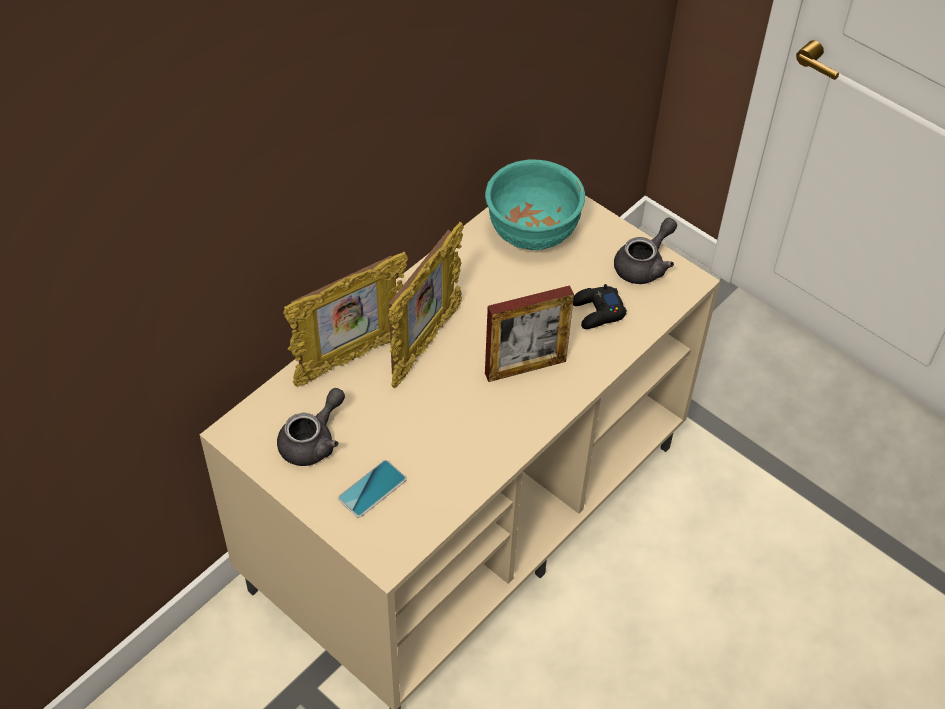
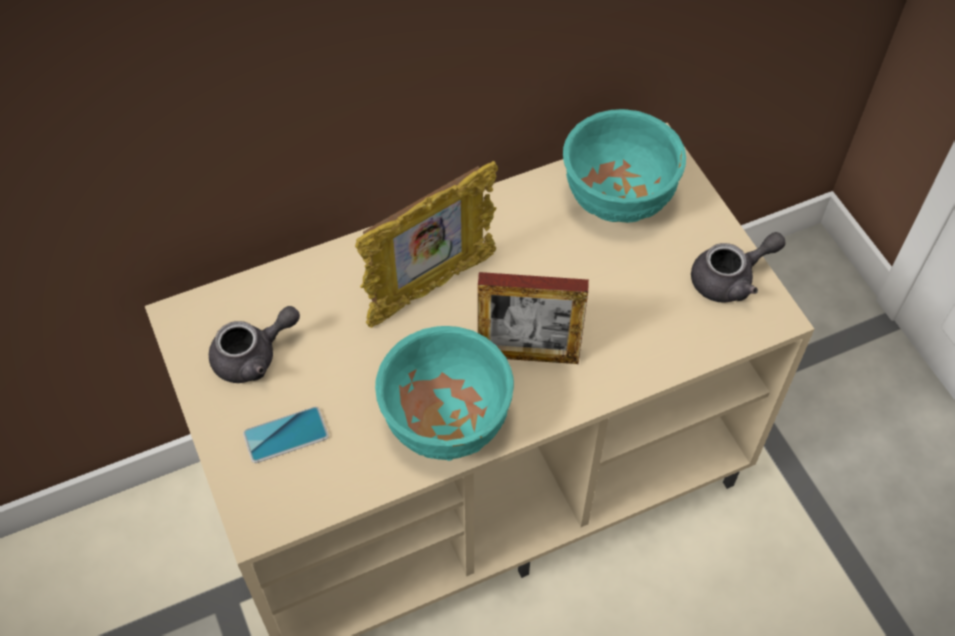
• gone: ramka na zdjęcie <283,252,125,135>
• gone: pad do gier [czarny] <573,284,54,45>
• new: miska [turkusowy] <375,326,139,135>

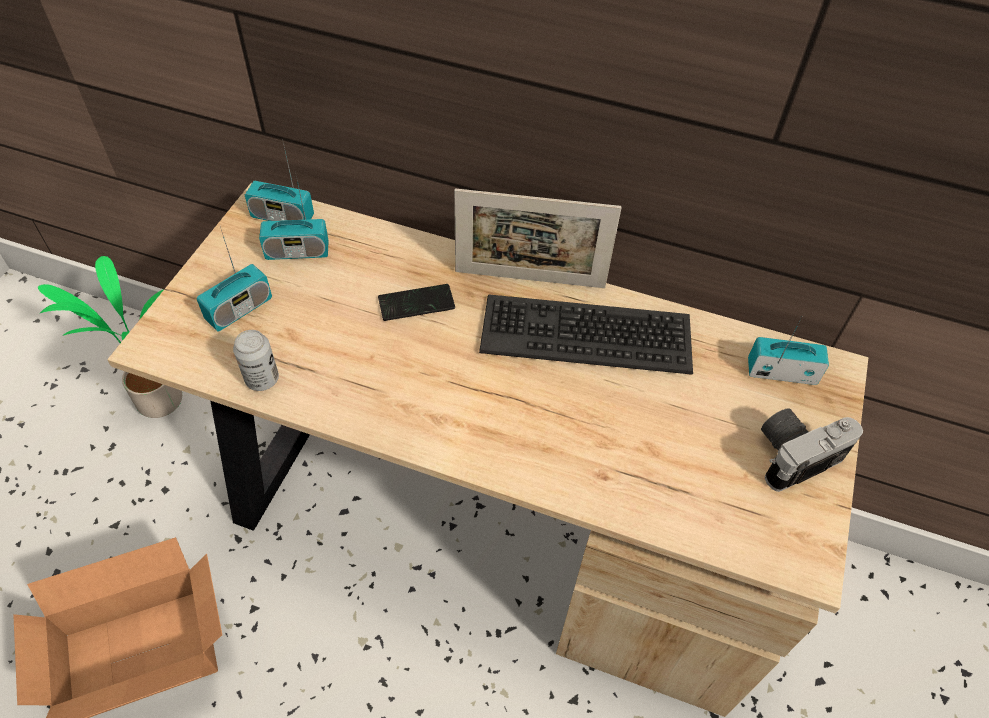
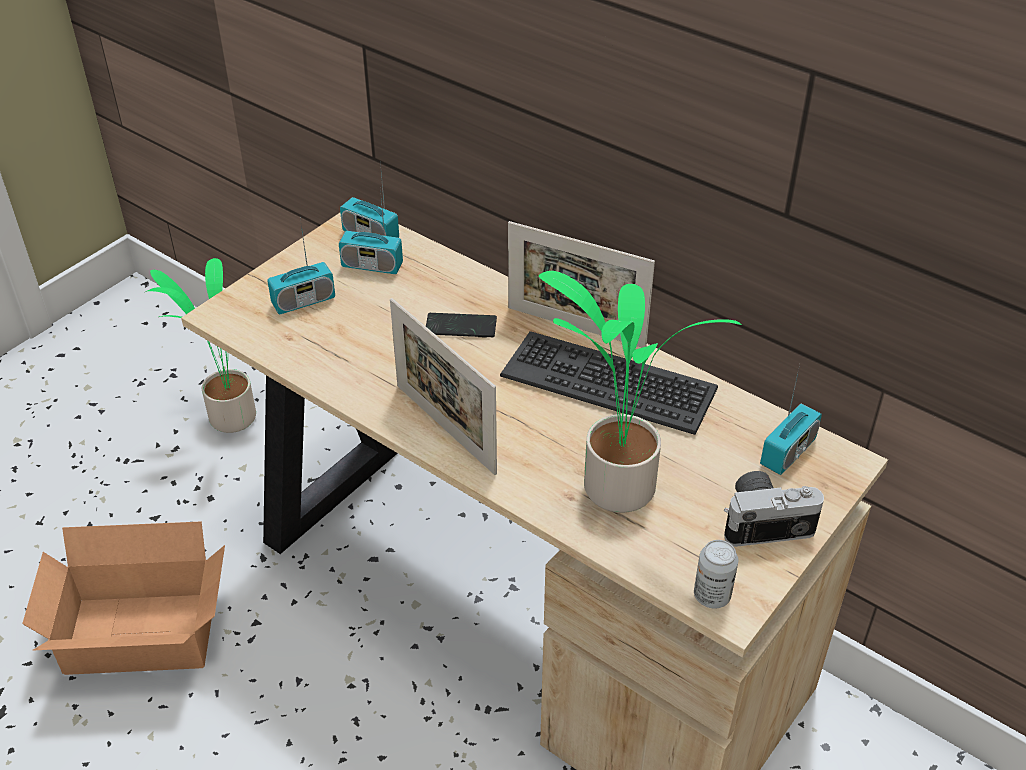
• rotated: radio <748,317,81,68> = <760,365,62,110> 105 degrees clockwise
• shifted: puszka <233,330,46,61> to <694,540,44,69>
• new: roślina doniczkowa <539,271,203,242>
• new: ramka na zdjęcie <390,298,107,177>

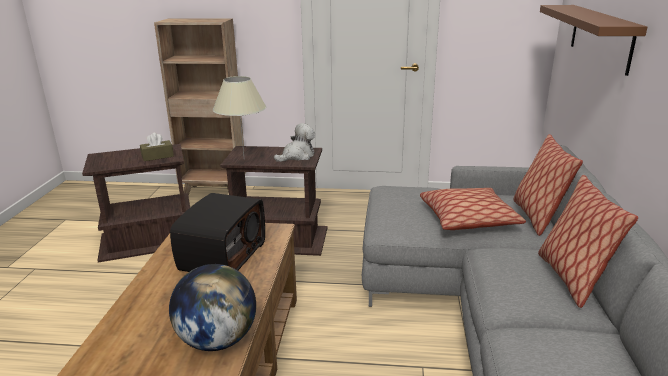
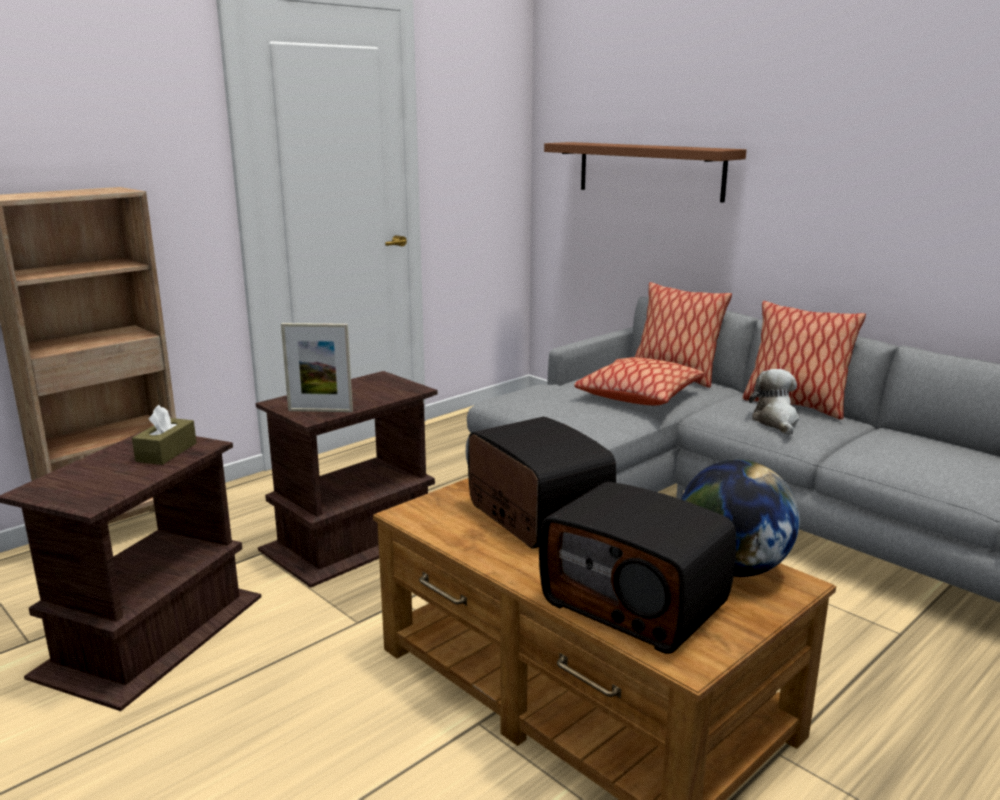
• swapped: lampa stołowa [beżowy] <213,76,53,79> to ramka na zdjęcie <281,323,72,89>
• shifted: pluszak <274,123,41,39> to <749,369,51,66>
• new: radio <539,482,197,172>

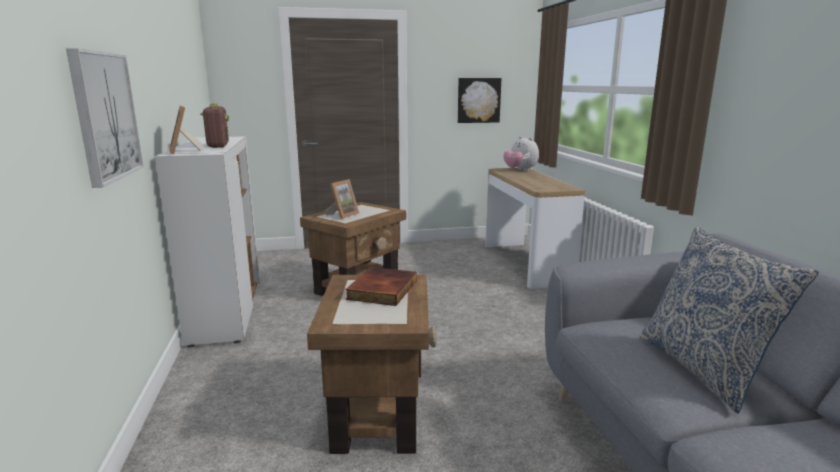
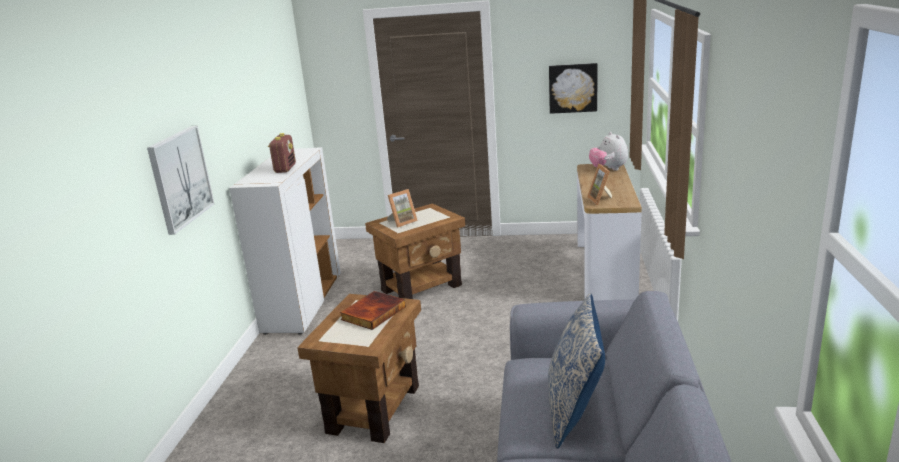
• shifted: ramka na zdjęcie <169,105,35,49> to <587,164,25,41>

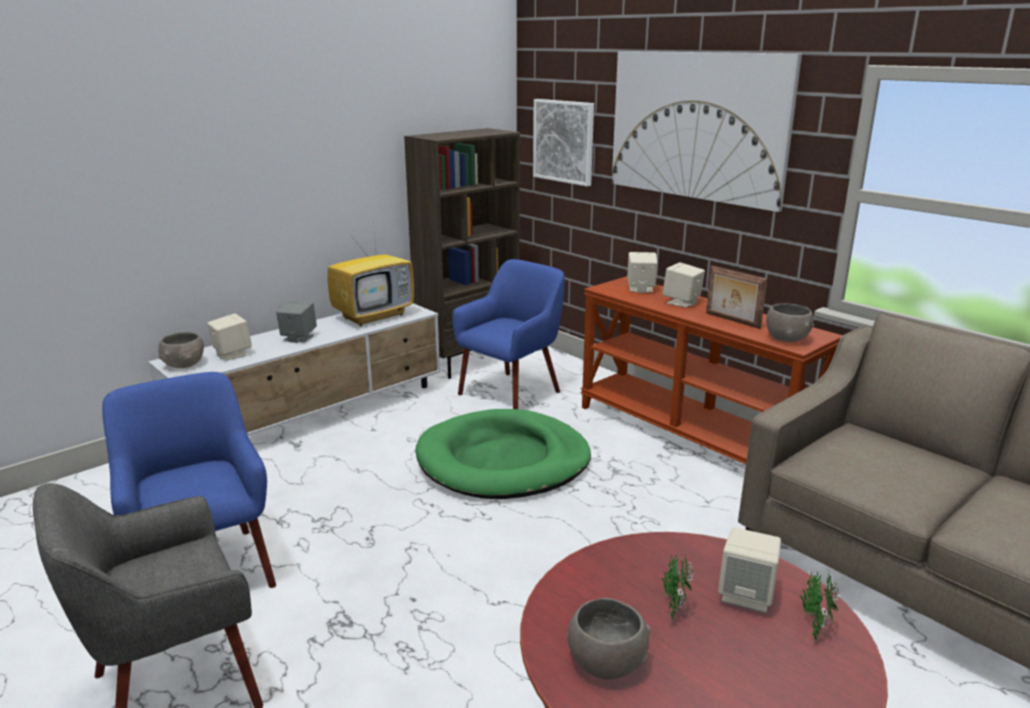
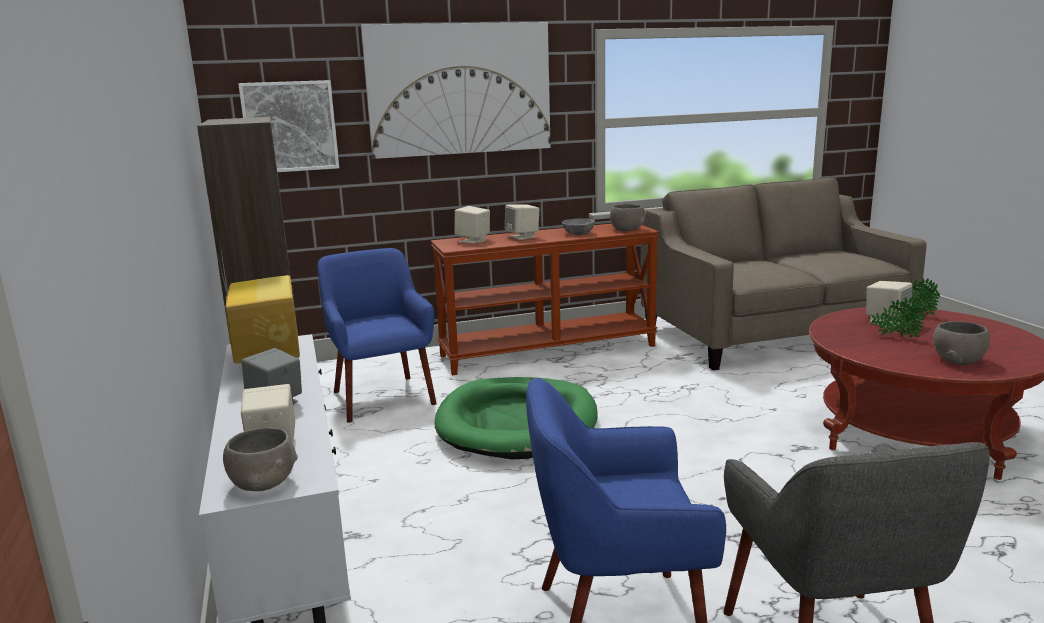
• swapped: ramka na zdjęcie <706,265,61,64> to miska [szary] <562,218,33,17>

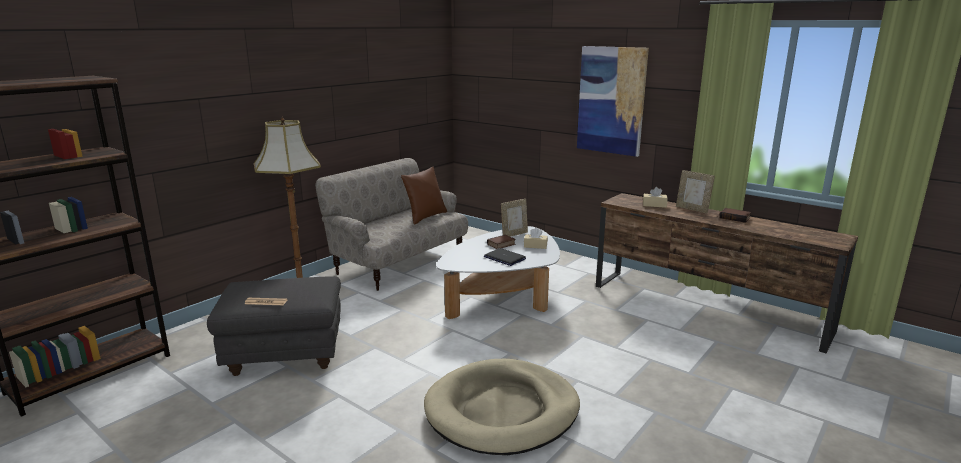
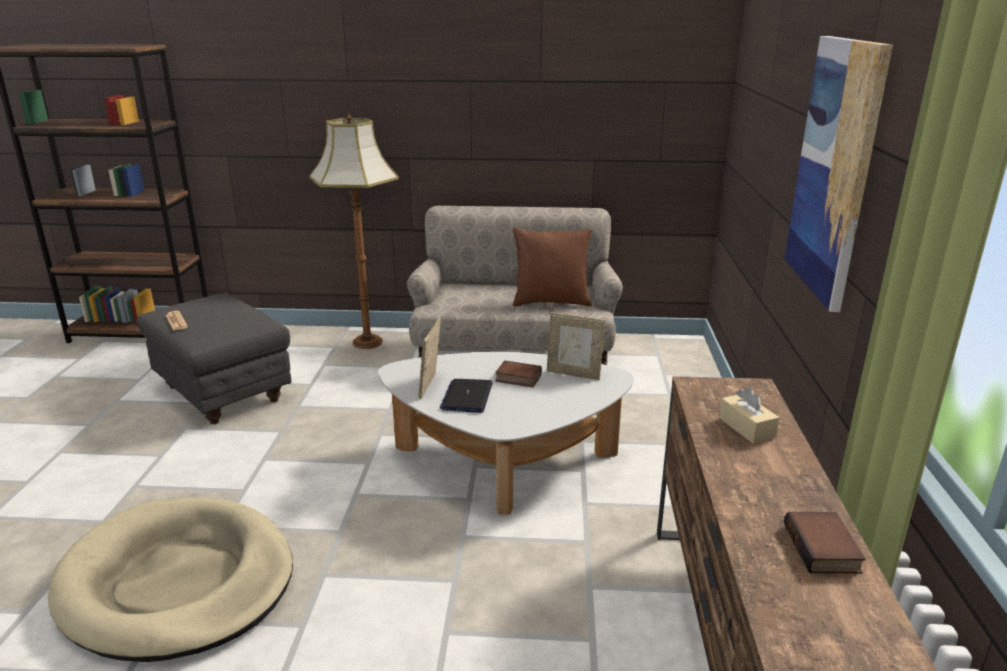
• shifted: ramka na zdjęcie <676,170,39,44> to <419,318,22,82>
• gone: pudełko chusteczek [beżowy] <524,228,24,21>

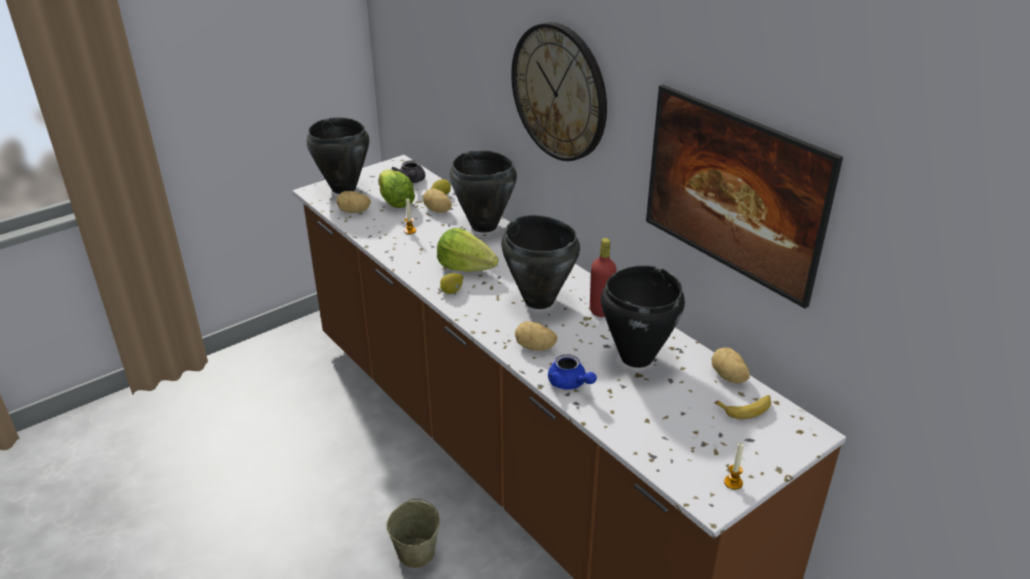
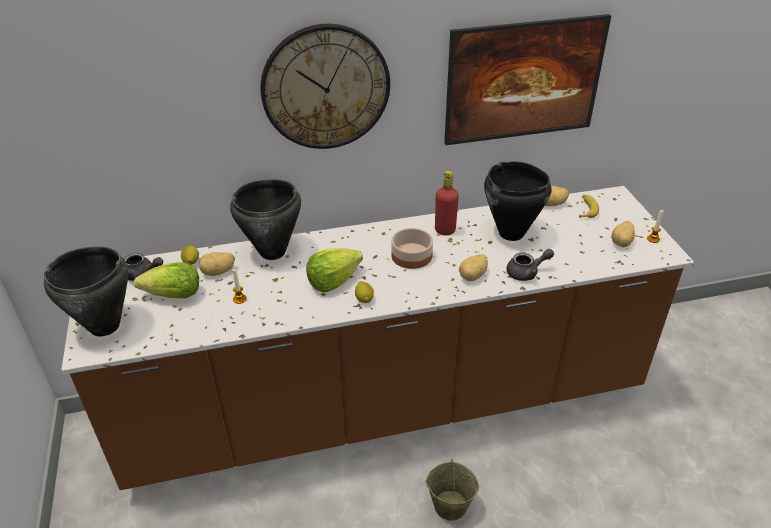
• shifted: ziemniak <336,191,35,22> to <611,221,24,27>
• swapped: garnek [czarny] <501,215,79,94> to miska <391,228,42,41>
• repainted: imbryk [niebieski] <548,354,49,36> to imbryk [szary] <506,249,48,32>

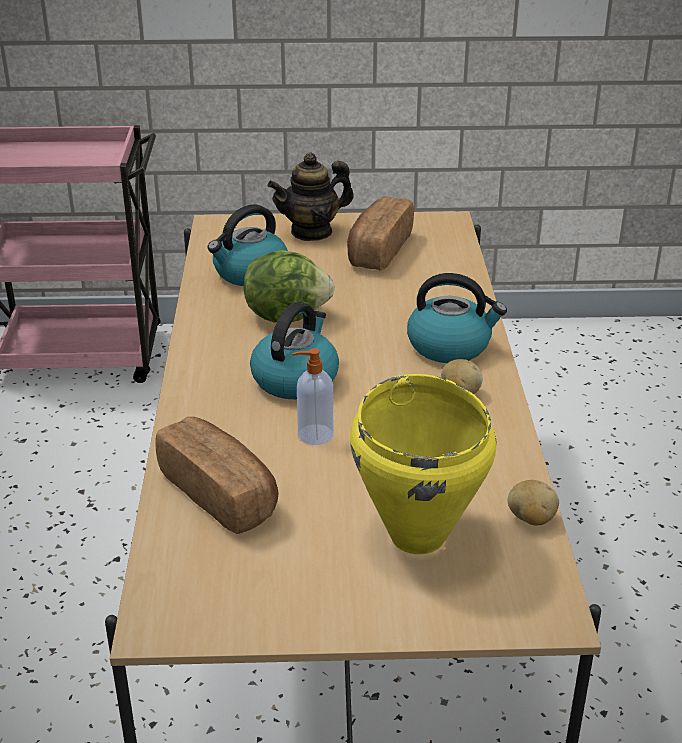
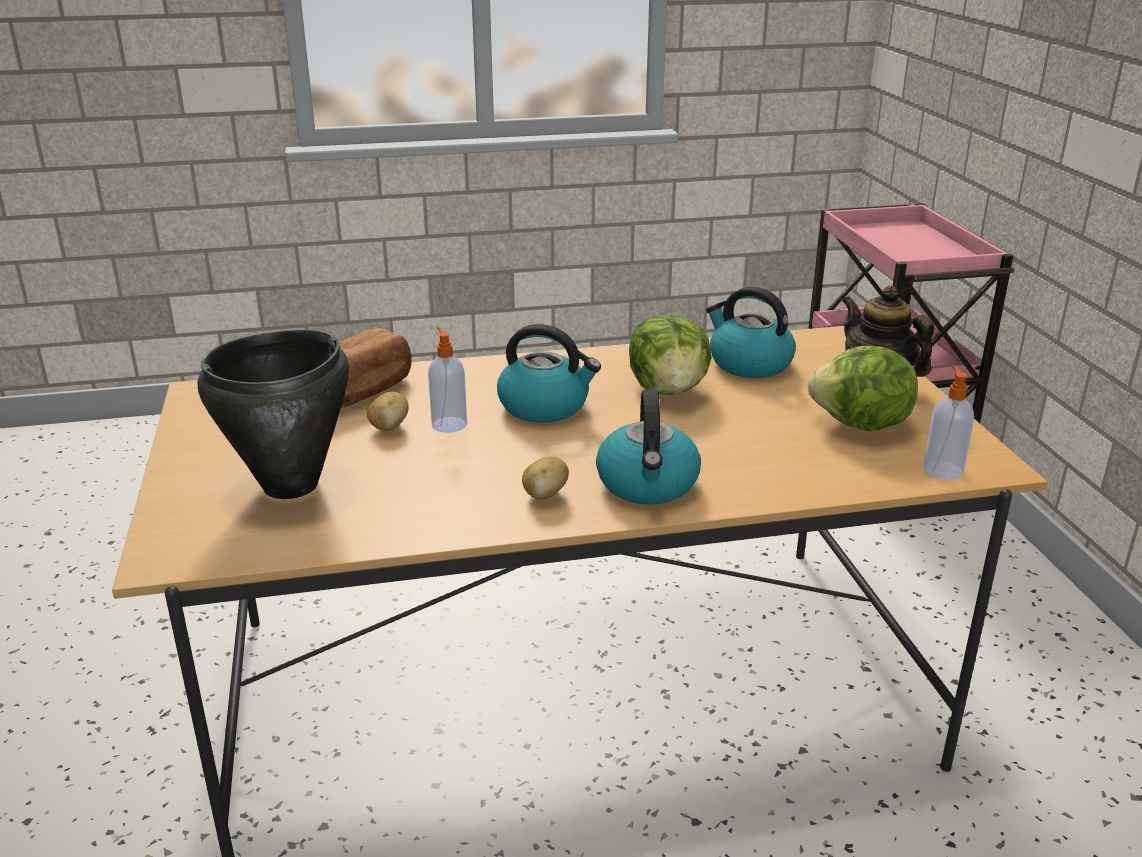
• swapped: chleb <347,196,67,75> to sałata <807,346,111,85>
• repainted: garnek [żółty] <350,374,147,180> to garnek [czarny] <197,330,152,169>
• shifted: ziemniak <507,480,52,45> to <367,392,42,39>
• new: dozownik mydła <923,365,51,115>

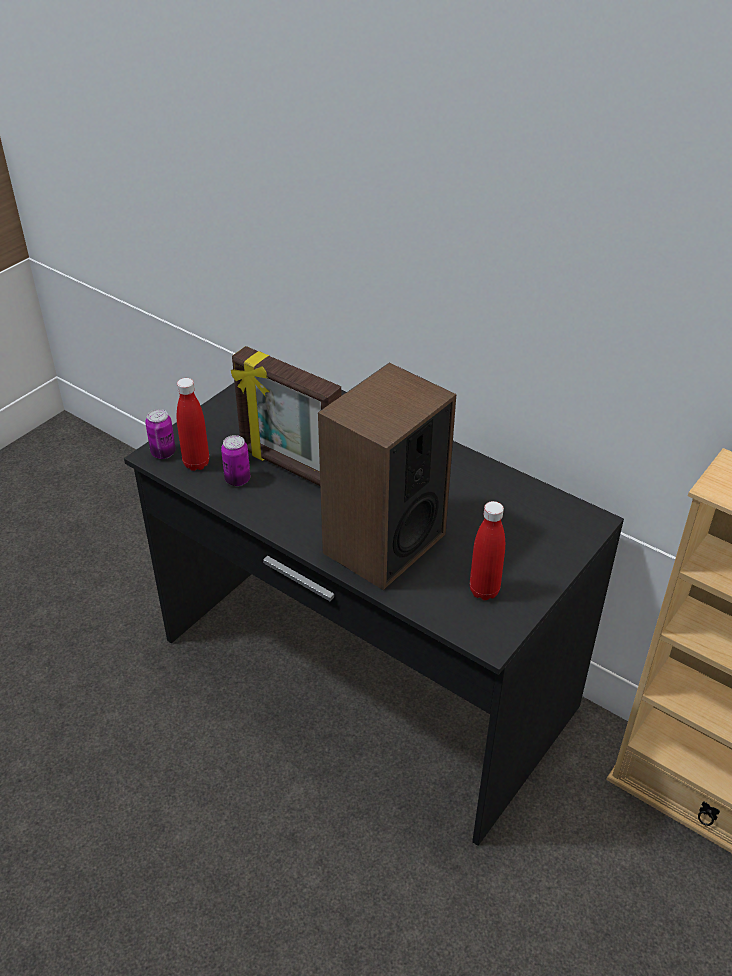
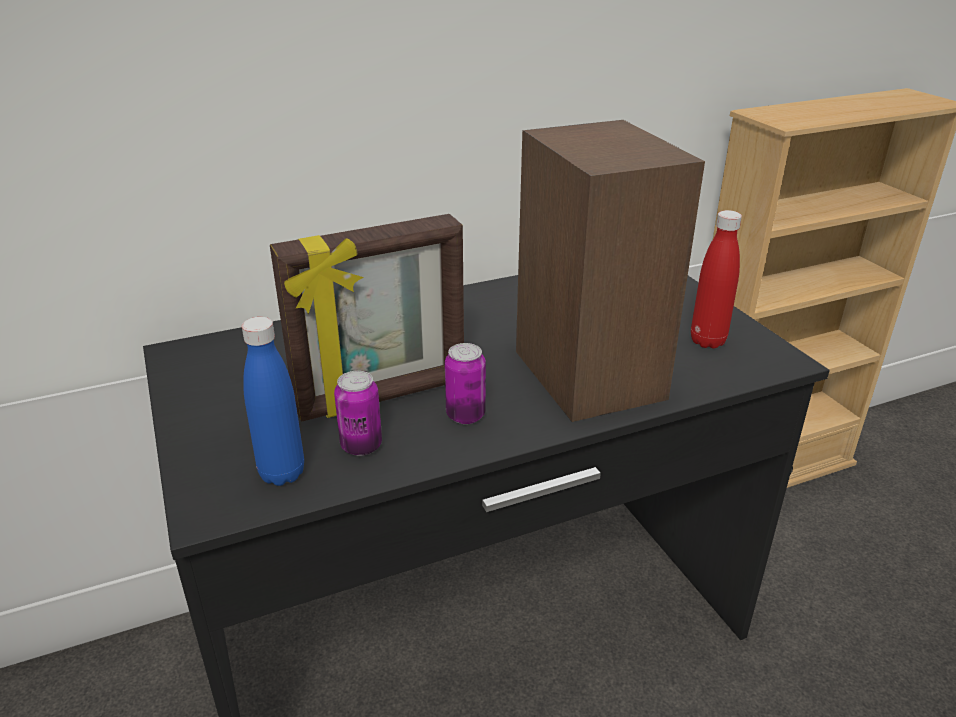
• repainted: butelka [czerwony] <177,378,32,93> to butelka [niebieski] <242,317,62,169>
• shifted: puszka <145,409,31,50> to <445,343,41,81>

